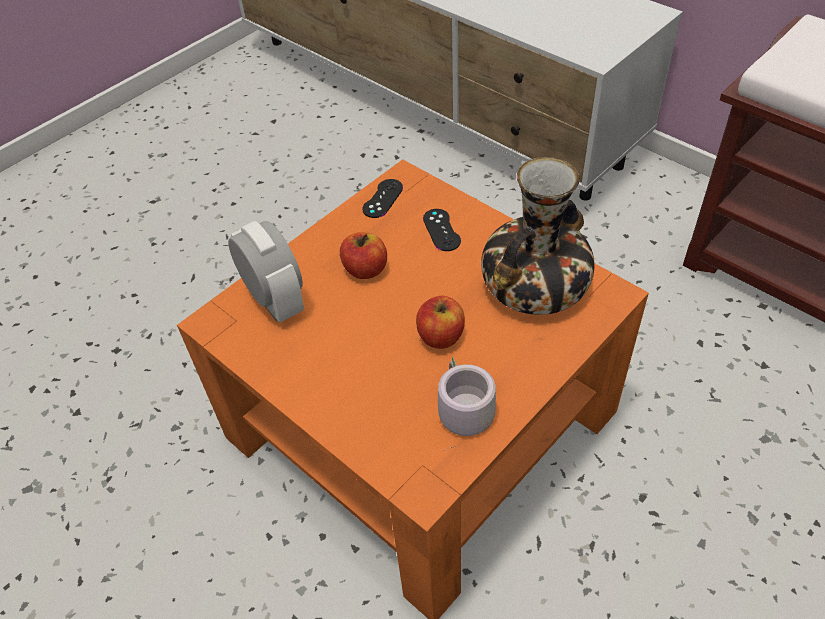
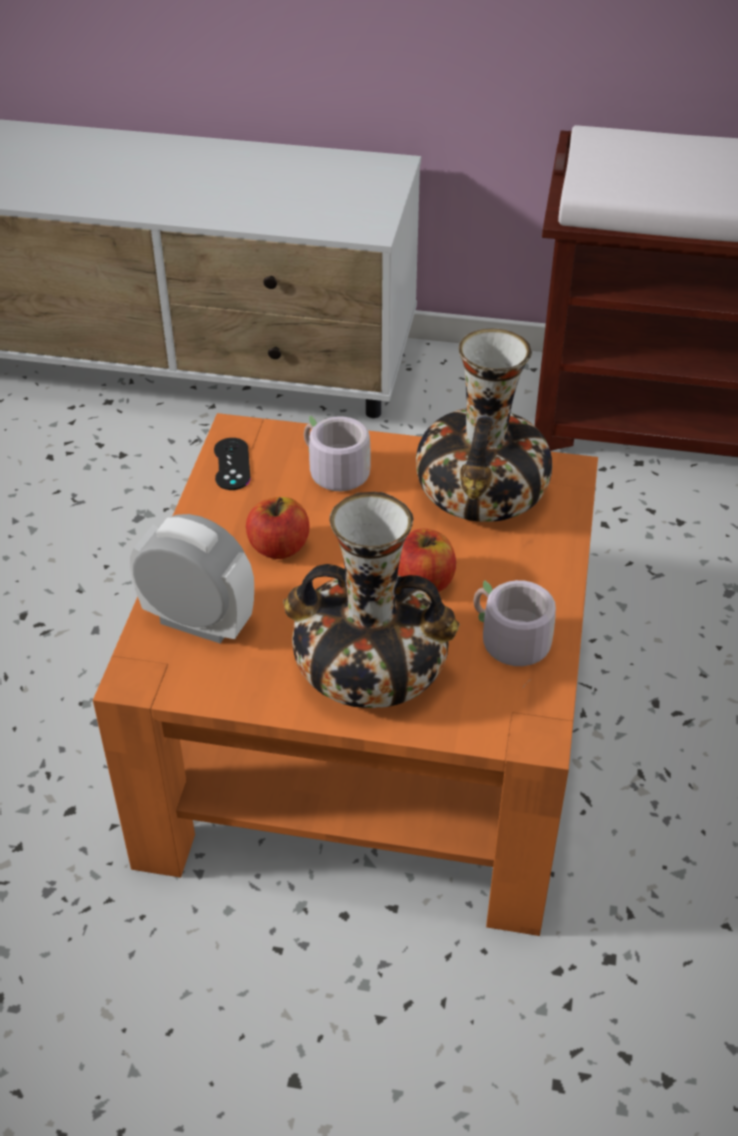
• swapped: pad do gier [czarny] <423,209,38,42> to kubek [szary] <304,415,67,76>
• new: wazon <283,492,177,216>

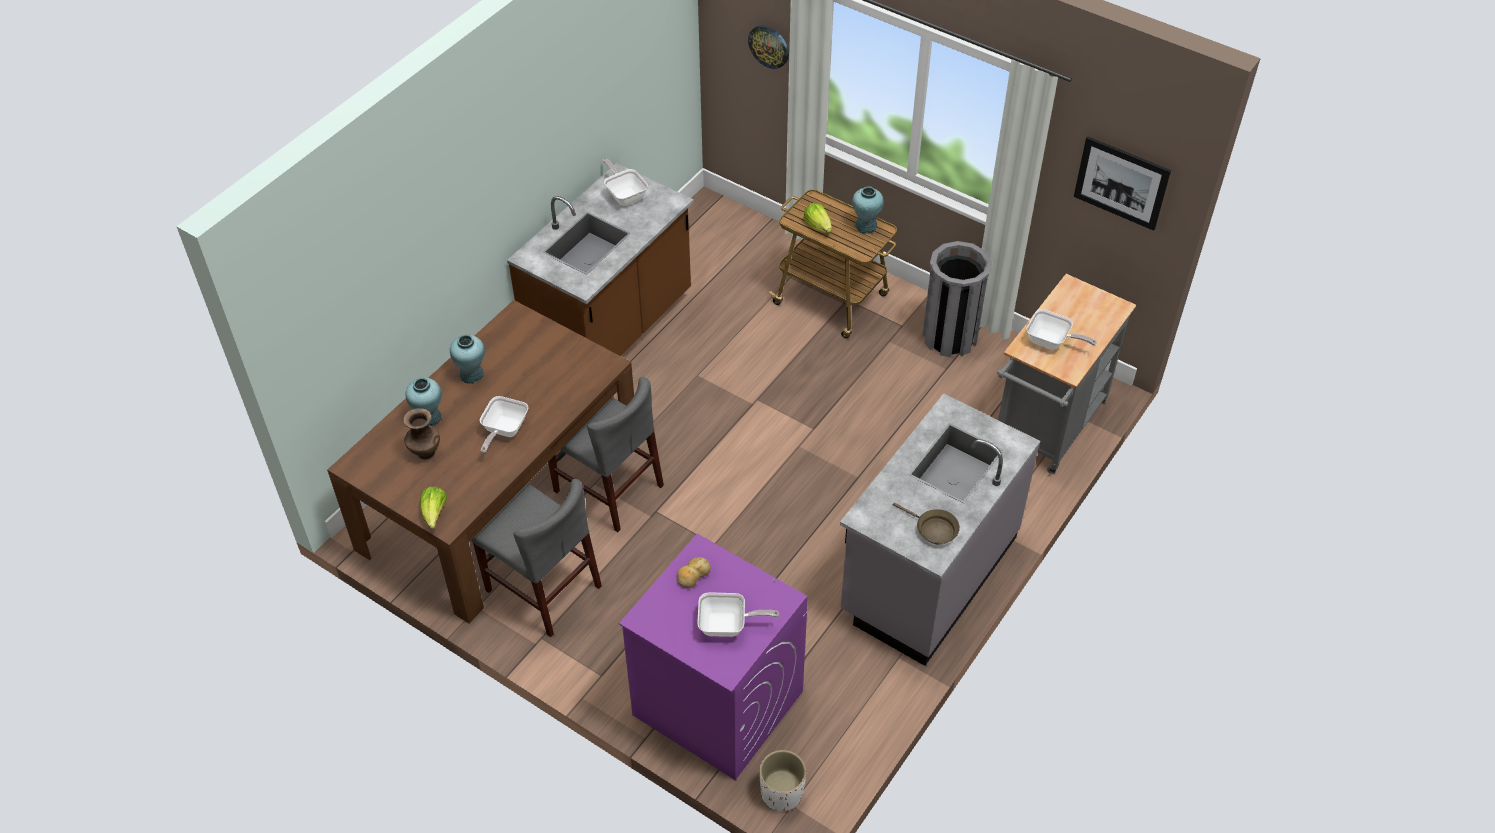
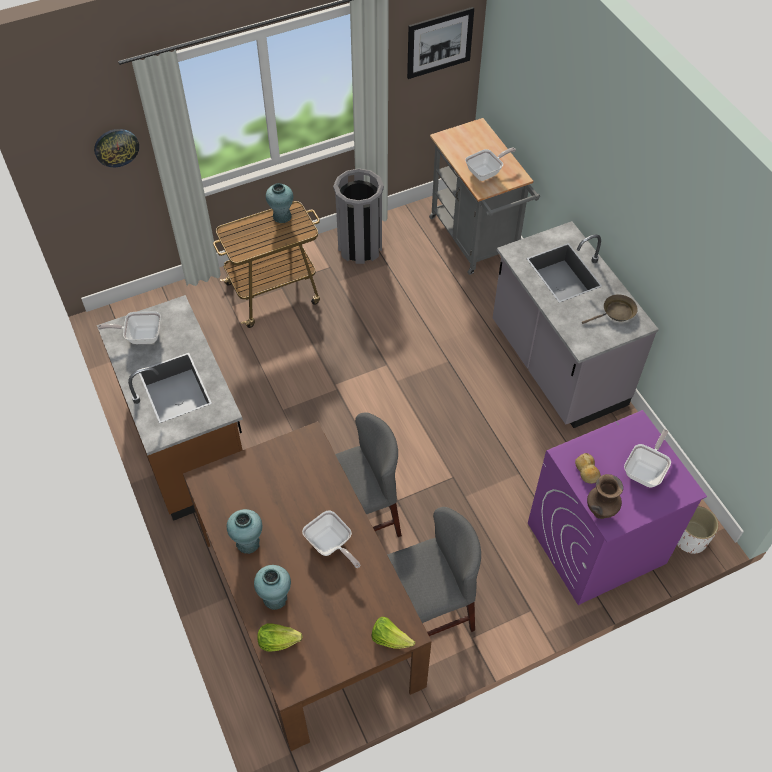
• shifted: sałata <804,203,28,30> to <257,623,45,29>
• shifted: wazon [brązowy] <403,408,37,52> to <587,474,36,45>

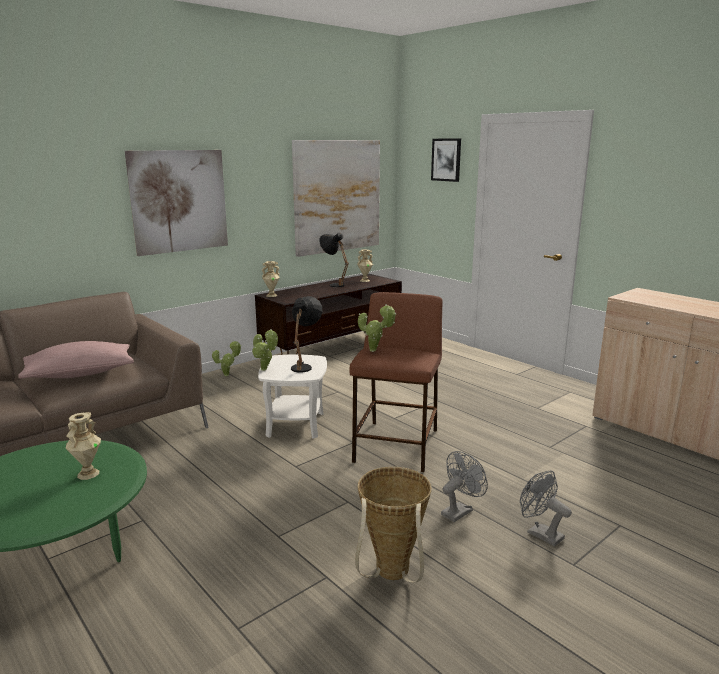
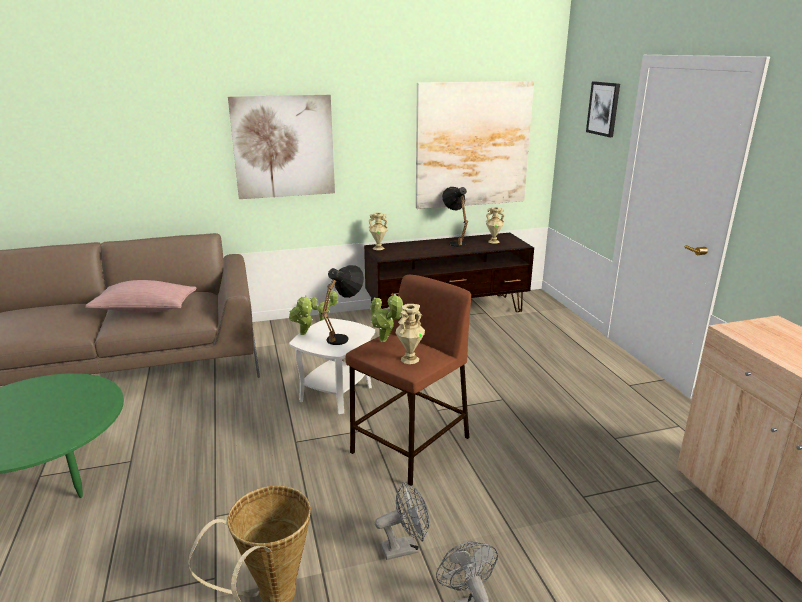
• shifted: wazon [beżowy] <65,412,36,68> to <395,304,30,60>

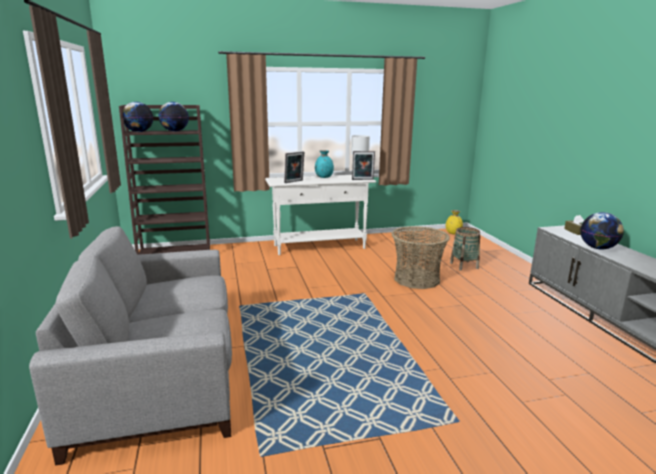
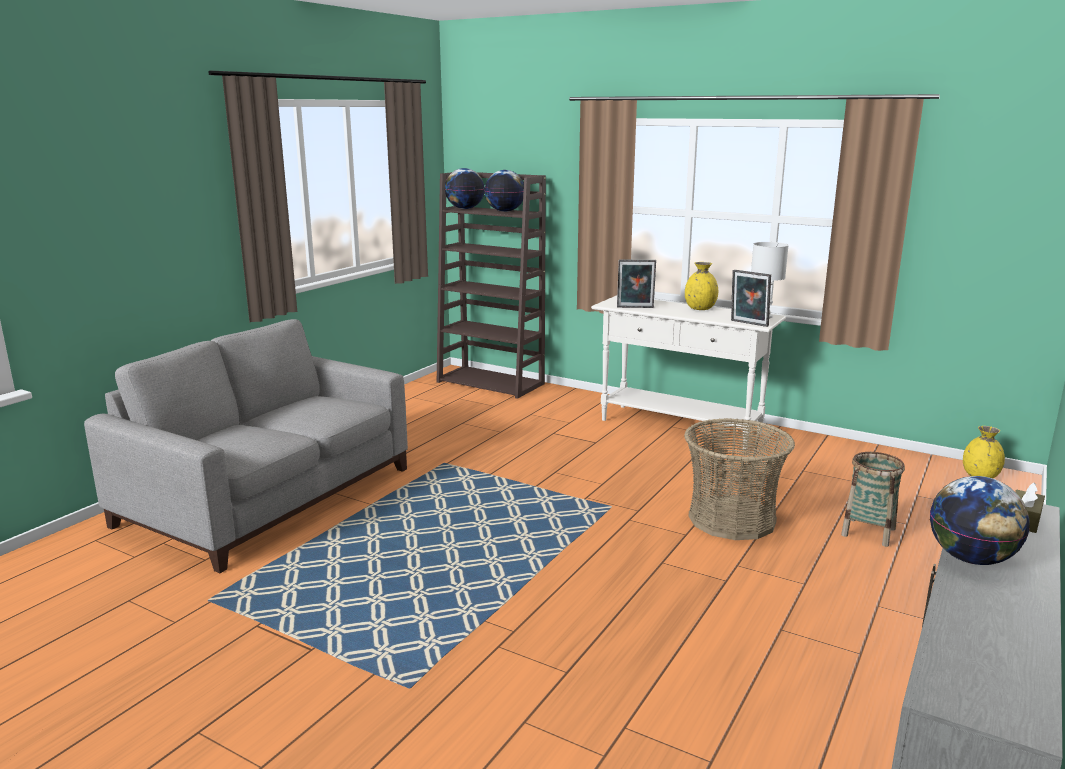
• repainted: wazon [turkusowy] <315,150,19,28> to wazon [żółty] <685,262,33,48>

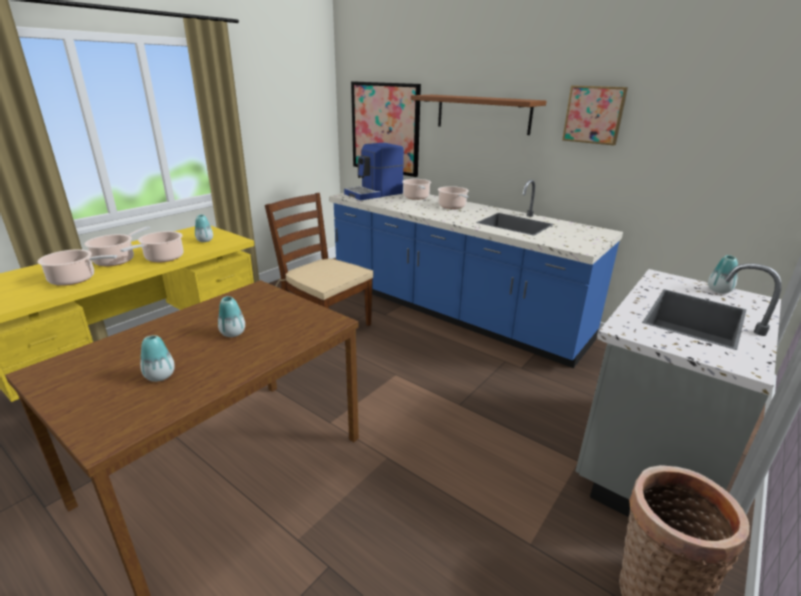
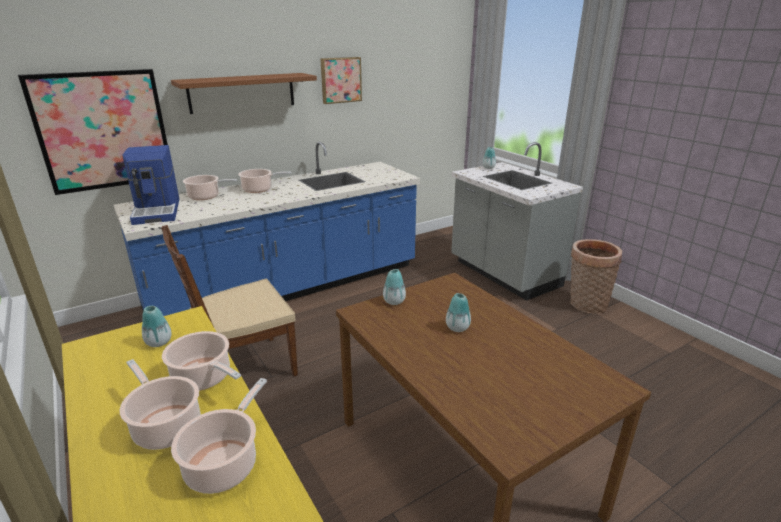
• shifted: wazon <140,335,35,47> to <383,269,23,36>

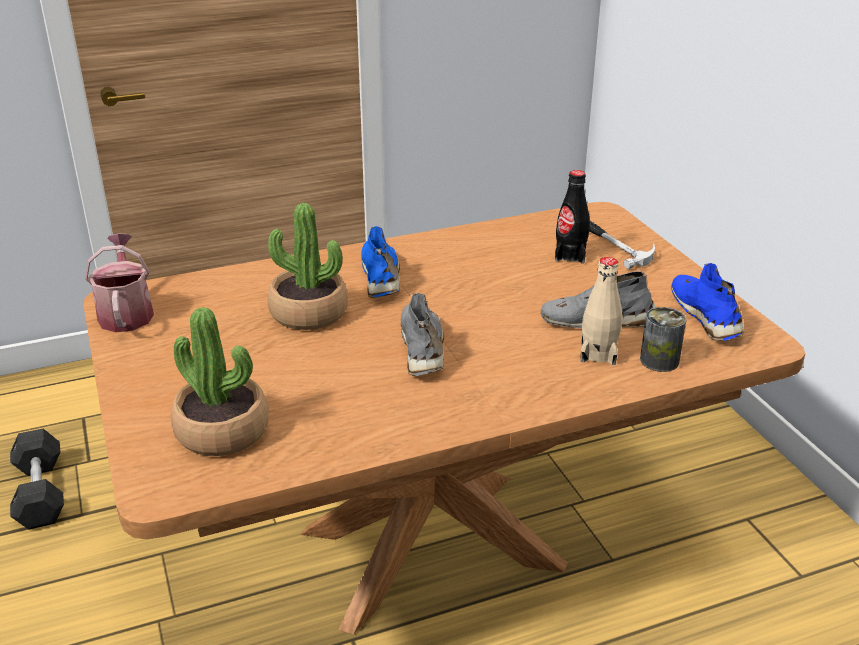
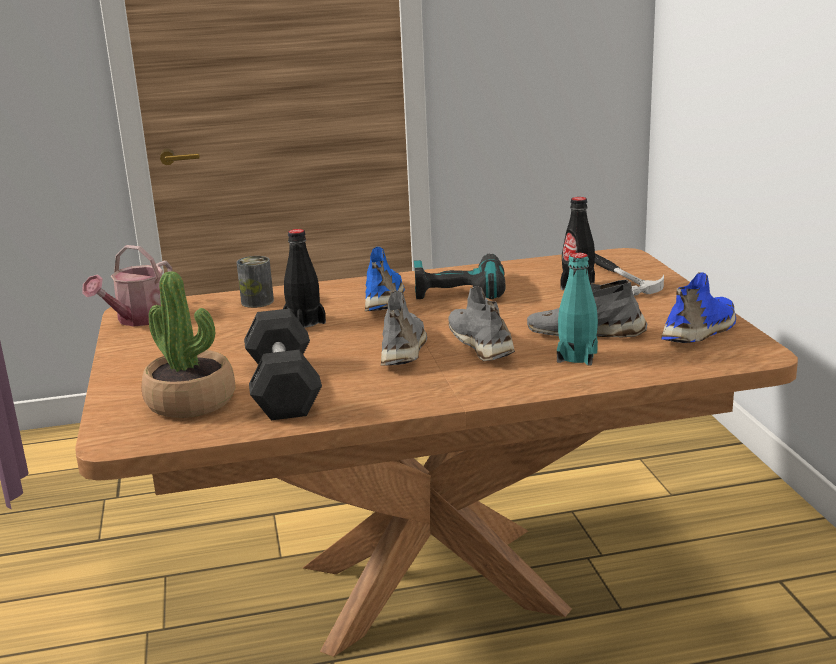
• swapped: roślina doniczkowa <267,203,81,127> to butelka [czarny] <283,229,43,99>
• rotated: konewka <85,234,69,98> = <82,245,91,81> 150 degrees counterclockwise
• repainted: butelka [beżowy] <580,257,42,108> to butelka [turkusowy] <557,253,41,113>
• rotated: but [niebieski] <671,263,73,78> = <661,272,75,71> 45 degrees clockwise
• shifted: puszka <640,307,46,65> to <237,256,37,52>
• shifted: hantel [szary] <10,429,54,101> to <244,309,78,111>
• new: wiertarka <414,253,92,46>
• new: but [szary] <448,286,67,75>

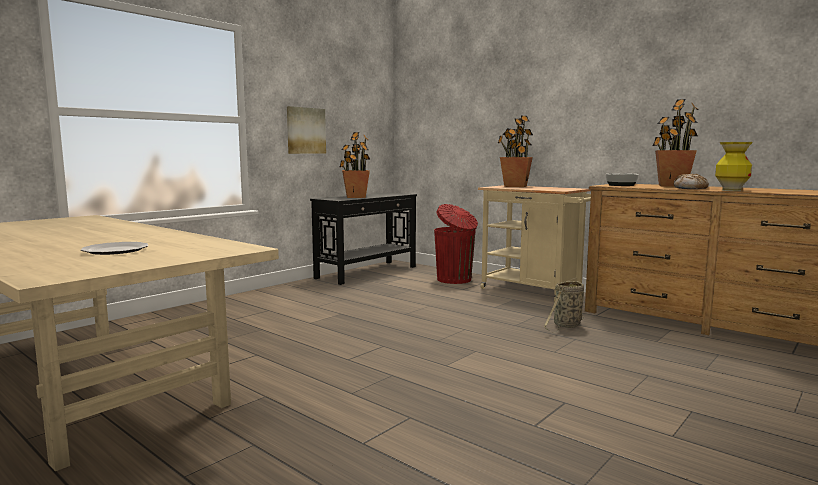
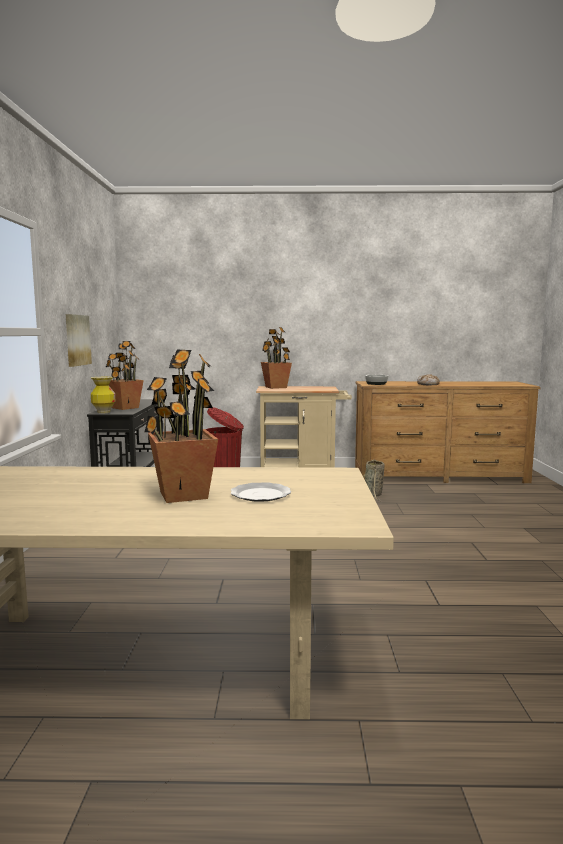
• shifted: roślina doniczkowa <653,99,45,88> to <144,350,74,153>
• shifted: wazon <715,142,38,49> to <91,377,24,36>

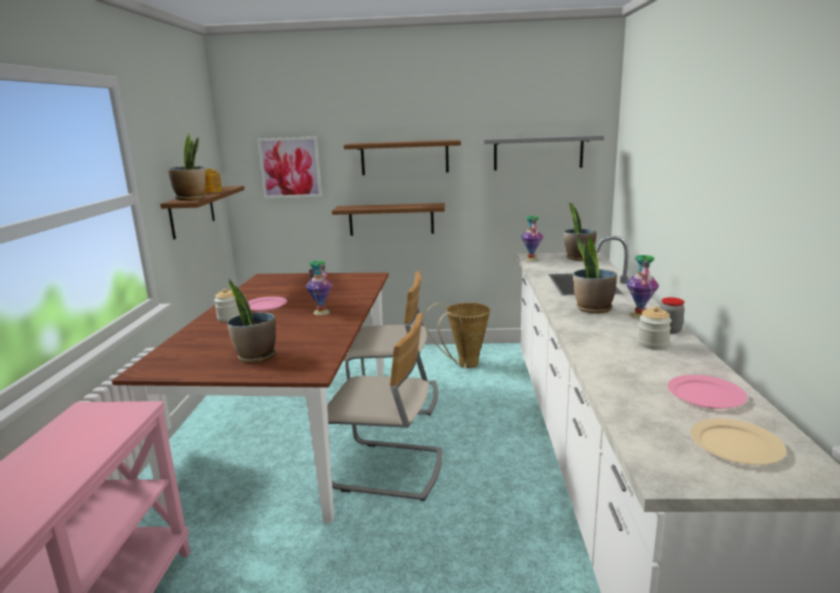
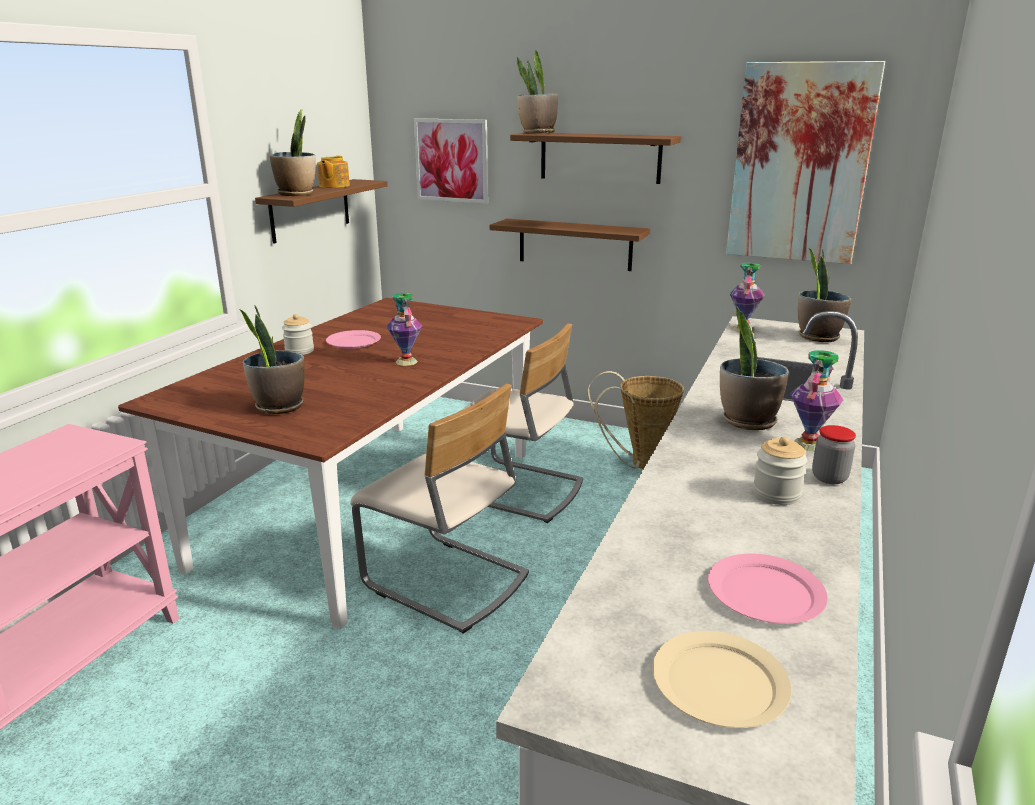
• swapped: półka [szary] <482,135,122,36> to obraz <726,61,159,203>
• new: roślina doniczkowa <517,50,41,84>

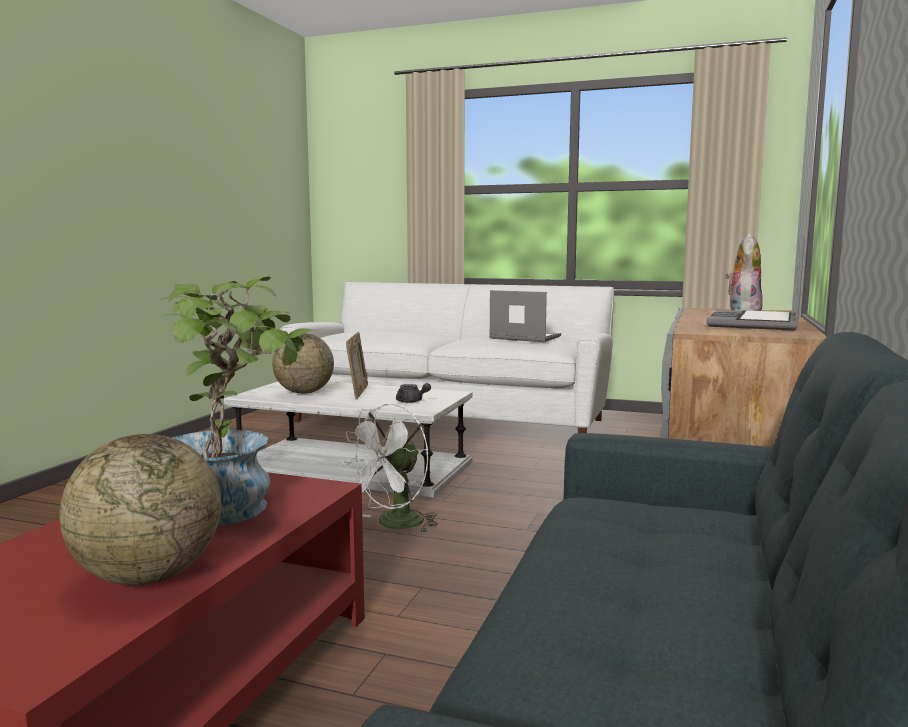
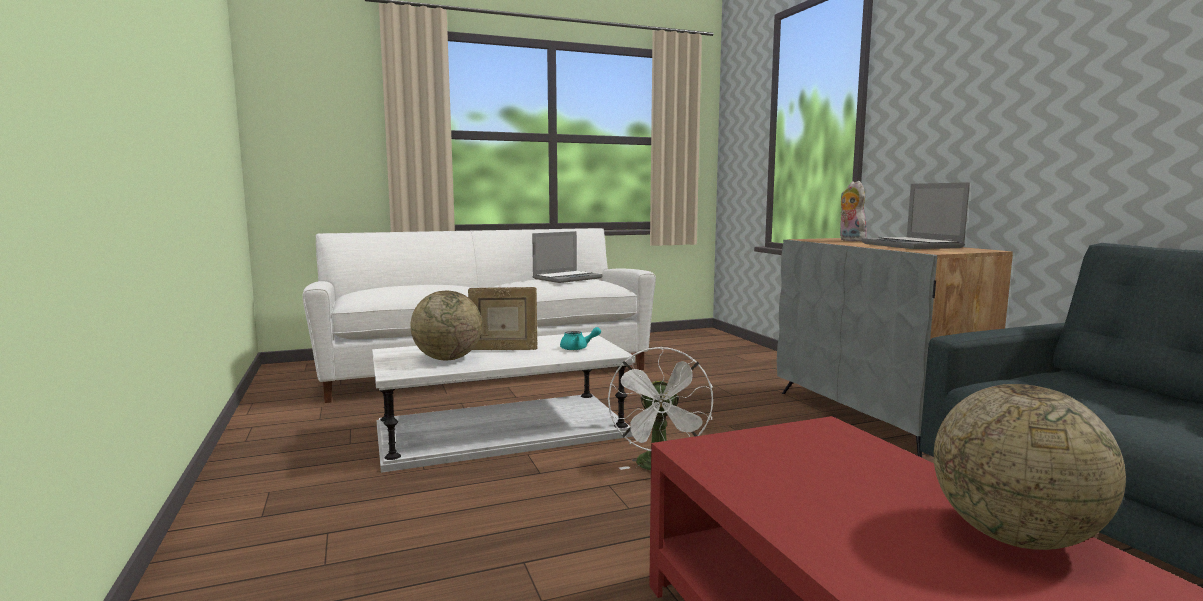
• gone: roślina doniczkowa <152,276,166,250>
• rotated: laptop <489,290,72,52> = <532,231,71,52> 150 degrees clockwise
• rotated: ramka na zdjęcie <346,332,22,67> = <468,287,70,63> 135 degrees clockwise
• repainted: imbryk [szary] <396,383,35,20> to imbryk [turkusowy] <560,327,41,23>

